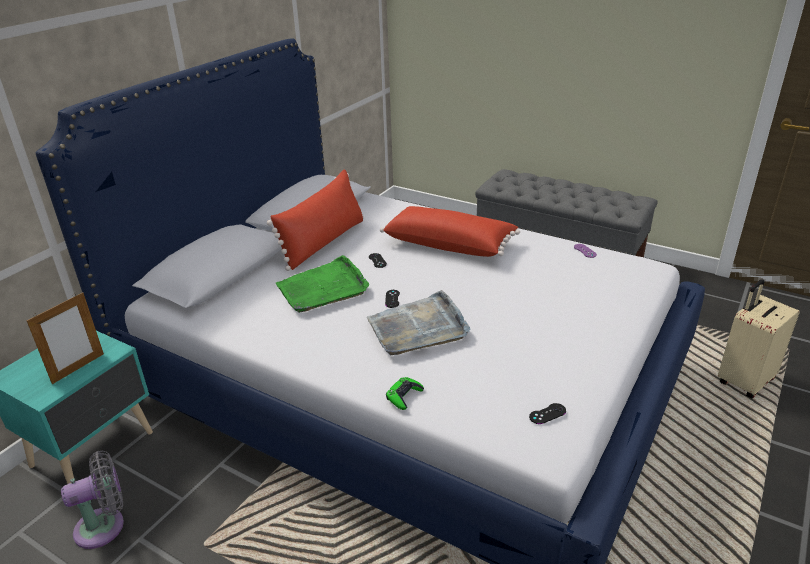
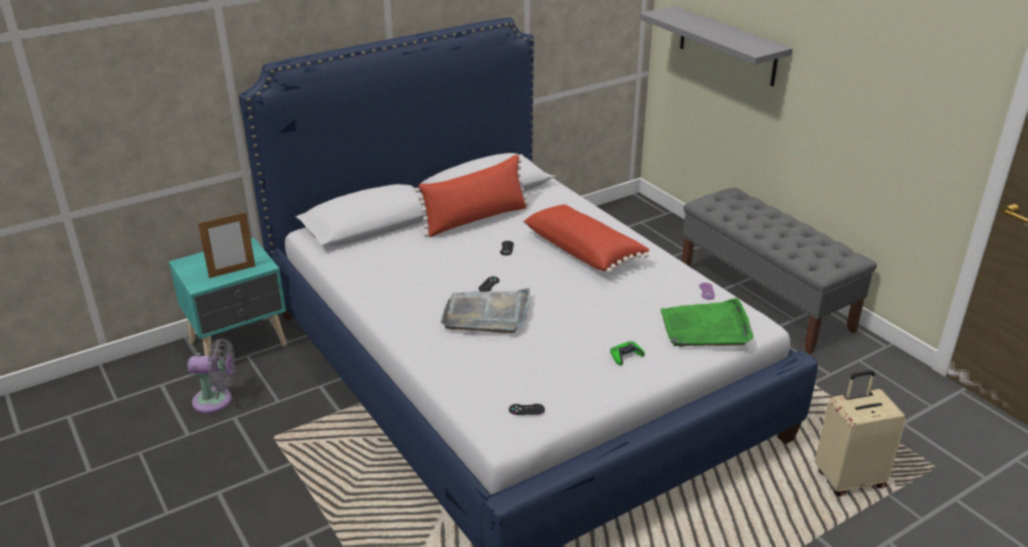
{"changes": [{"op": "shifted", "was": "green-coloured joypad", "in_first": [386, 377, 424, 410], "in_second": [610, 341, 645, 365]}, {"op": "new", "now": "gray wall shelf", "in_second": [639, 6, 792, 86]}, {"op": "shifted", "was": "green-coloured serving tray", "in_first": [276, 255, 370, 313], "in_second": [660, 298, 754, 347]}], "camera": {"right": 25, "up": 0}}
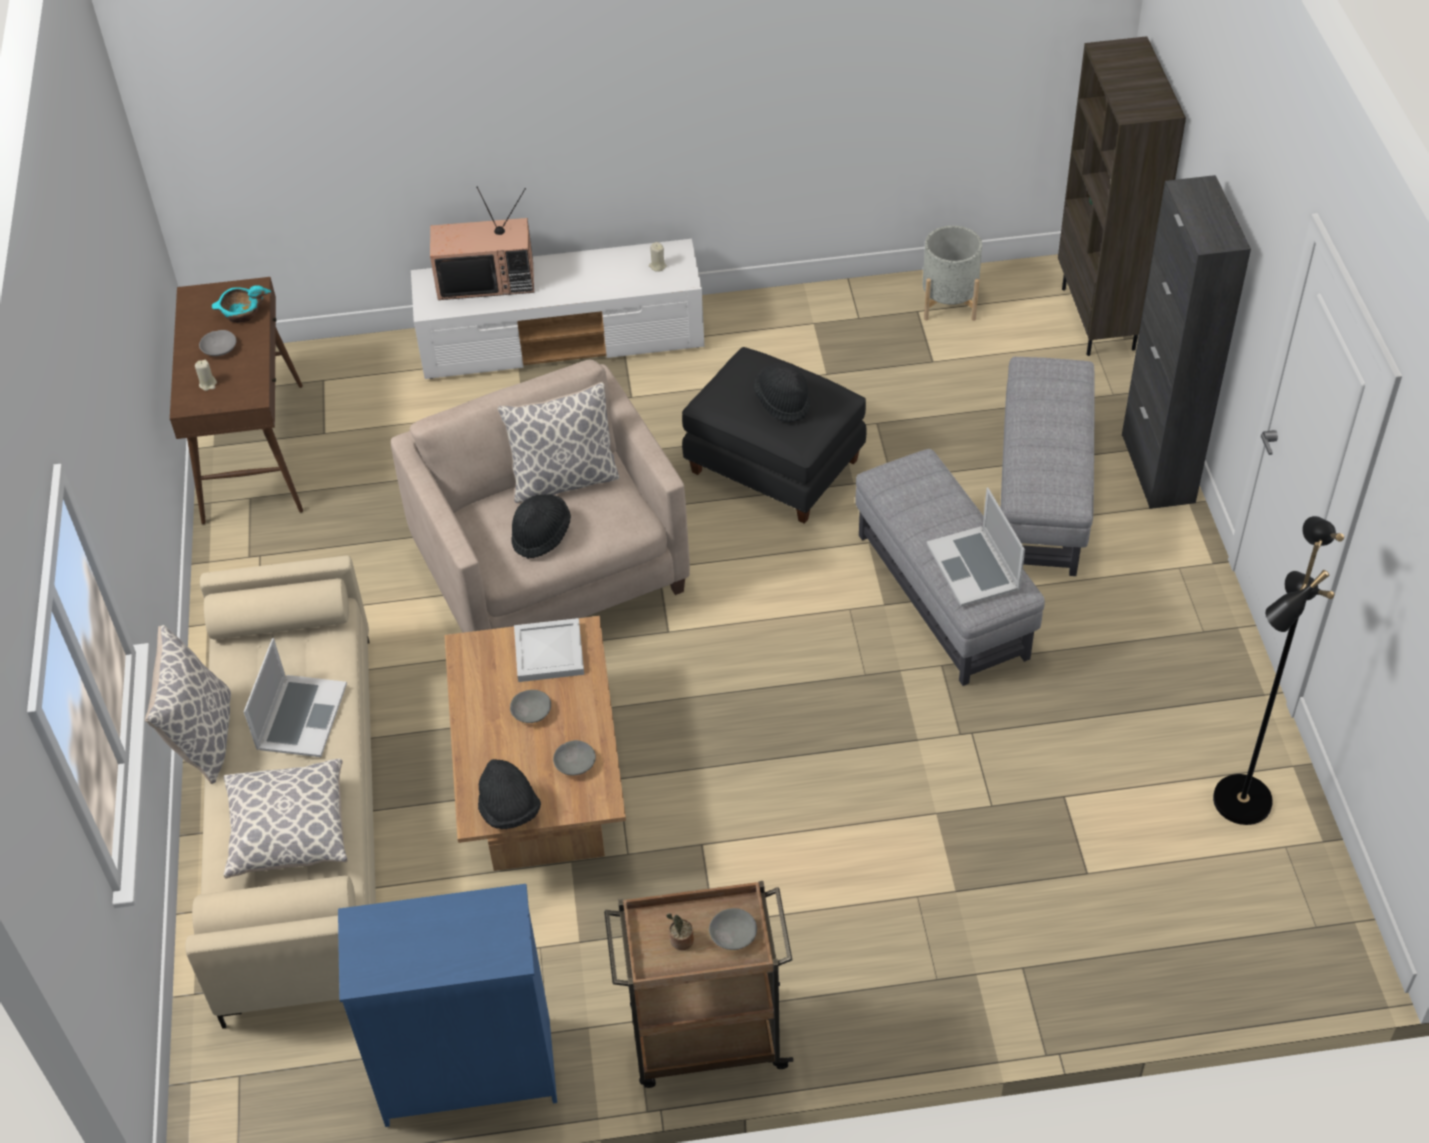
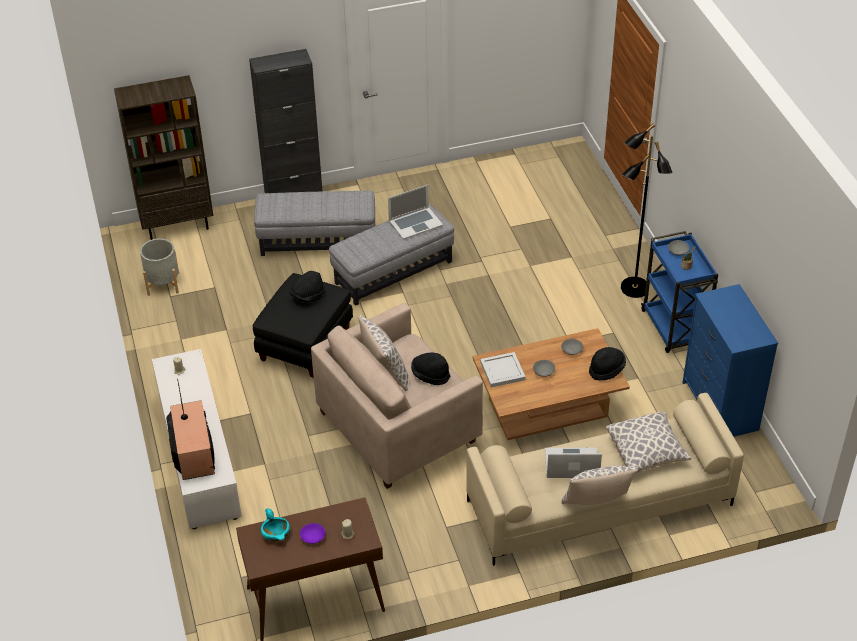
{"changes": [{"op": "repainted", "was": "gray serving bowl", "now": "purple serving bowl", "in_first": [199, 330, 237, 356], "in_second": [300, 523, 325, 544]}, {"op": "shifted", "was": "black standard lamp", "in_first": [1213, 516, 1344, 825], "in_second": [621, 124, 673, 298]}, {"op": "repainted", "was": "brown cart", "now": "bluish cart", "in_first": [604, 881, 793, 1088], "in_second": [641, 231, 718, 353]}], "camera": {"right": -100, "up": -5}}
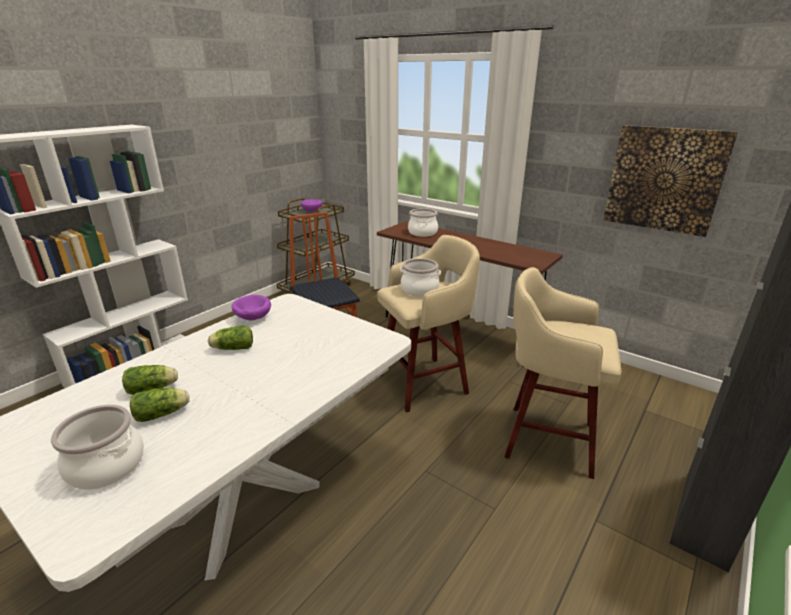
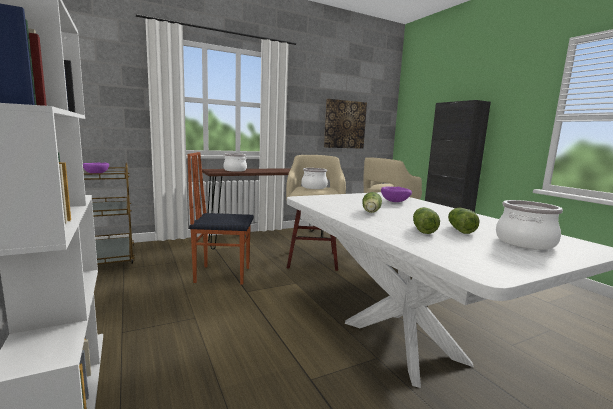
{"changes": [{"op": "shifted", "was": "purple serving bowl", "in_first": [231, 295, 271, 320], "in_second": [381, 187, 412, 202]}], "camera": {"right": -65, "up": -15}}
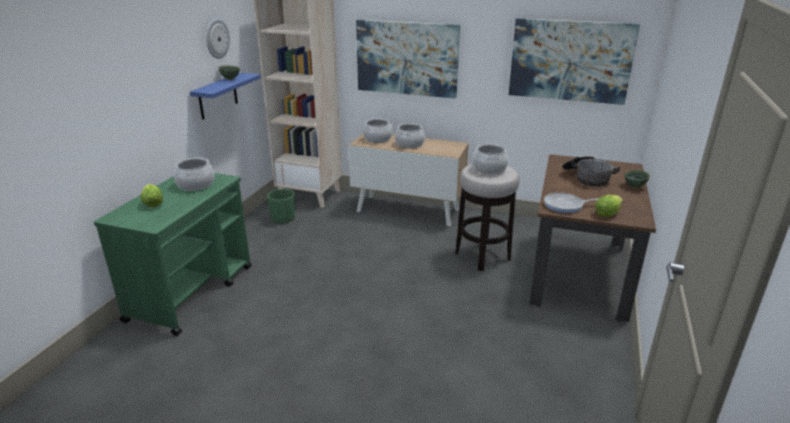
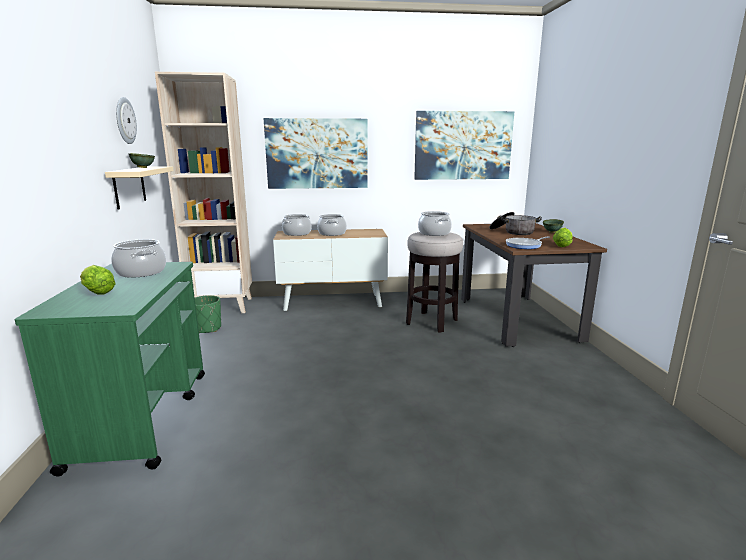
{"changes": [{"op": "repainted", "was": "bluish wall shelf", "now": "beige-coloured wall shelf", "in_first": [190, 73, 260, 119], "in_second": [105, 166, 174, 209]}], "camera": {"right": -25, "up": -10}}
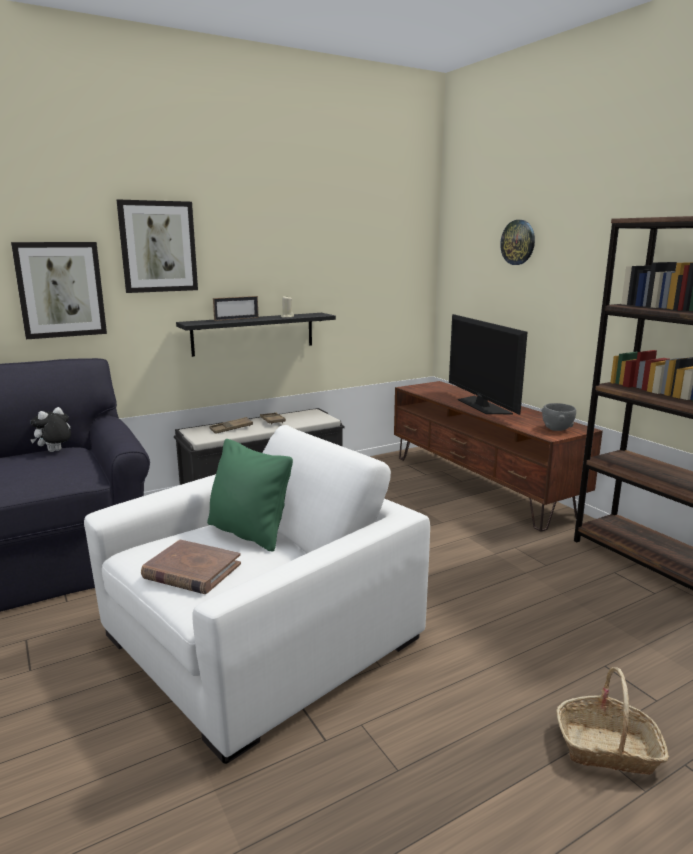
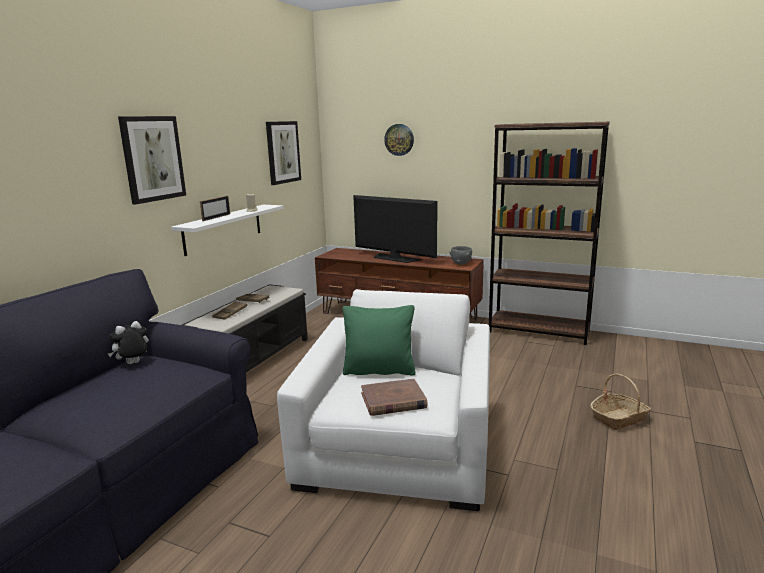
{"changes": [{"op": "rotated", "was": "cuddly toy", "in_first": [30, 407, 71, 452], "in_second": [108, 321, 149, 364], "clockwise": 45}, {"op": "repainted", "was": "black wall shelf", "now": "white wall shelf", "in_first": [176, 313, 336, 357], "in_second": [171, 205, 283, 256]}, {"op": "shifted", "was": "wall art", "in_first": [11, 242, 107, 339], "in_second": [266, 121, 301, 185]}], "camera": {"right": -35, "up": 0}}
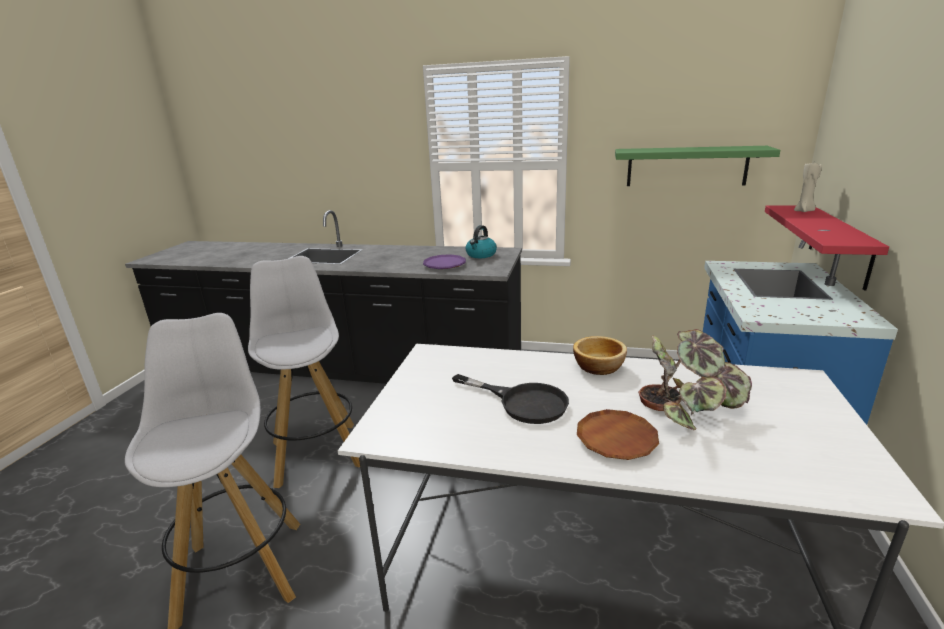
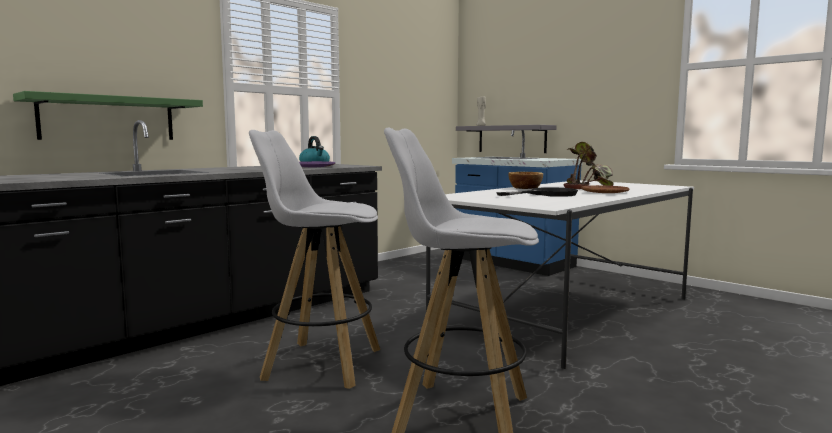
{"changes": [{"op": "shifted", "was": "green-coloured wall shelf", "in_first": [615, 146, 780, 186], "in_second": [13, 91, 203, 140]}, {"op": "repainted", "was": "reddish wall shelf", "now": "gray wall shelf", "in_first": [765, 206, 889, 291], "in_second": [456, 125, 556, 153]}], "camera": {"right": -60, "up": -15}}
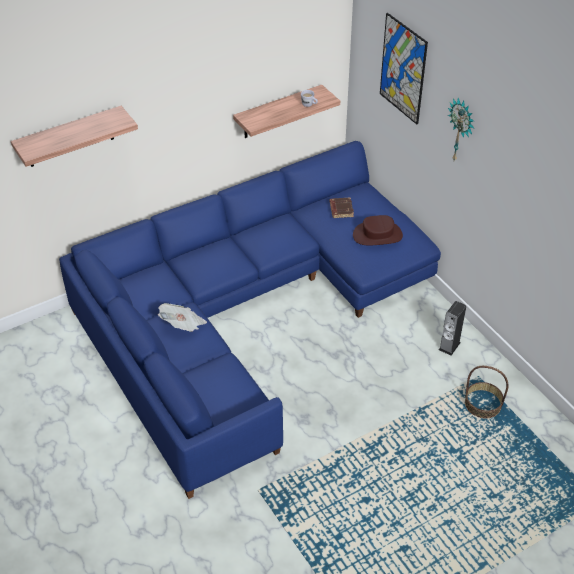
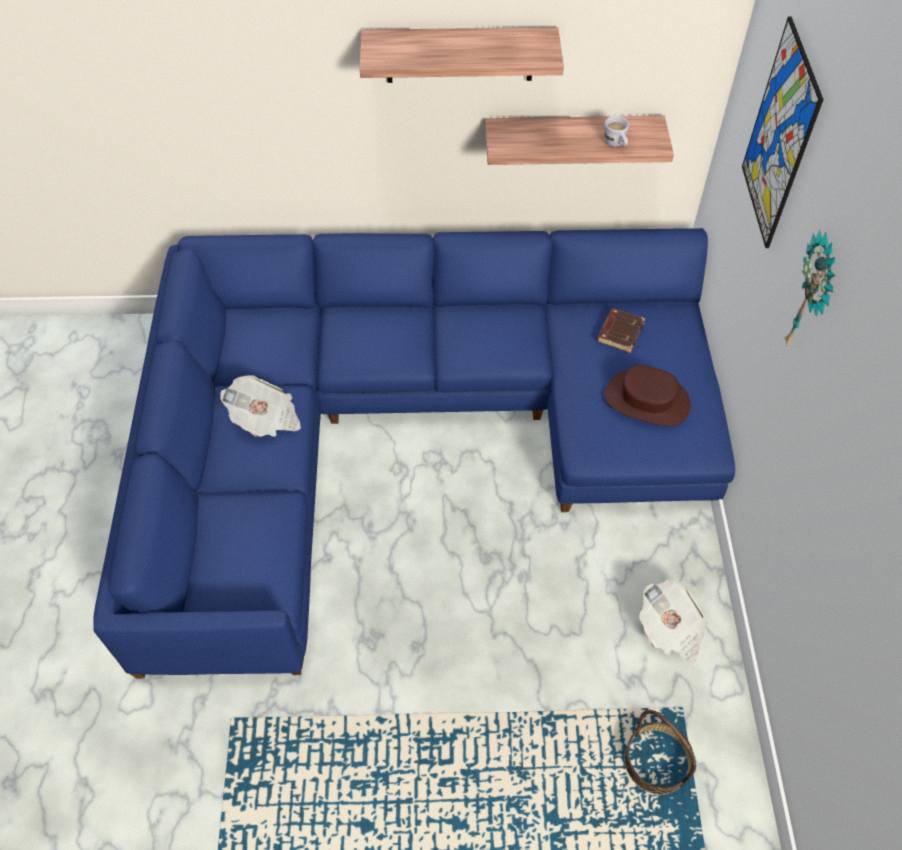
{"changes": [{"op": "shifted", "was": "wall shelf", "in_first": [11, 106, 138, 167], "in_second": [360, 27, 564, 83]}, {"op": "swapped", "was": "audio speaker", "now": "newspaper", "in_first": [439, 301, 466, 356], "in_second": [639, 579, 708, 663]}], "camera": {"right": 30, "up": 10}}
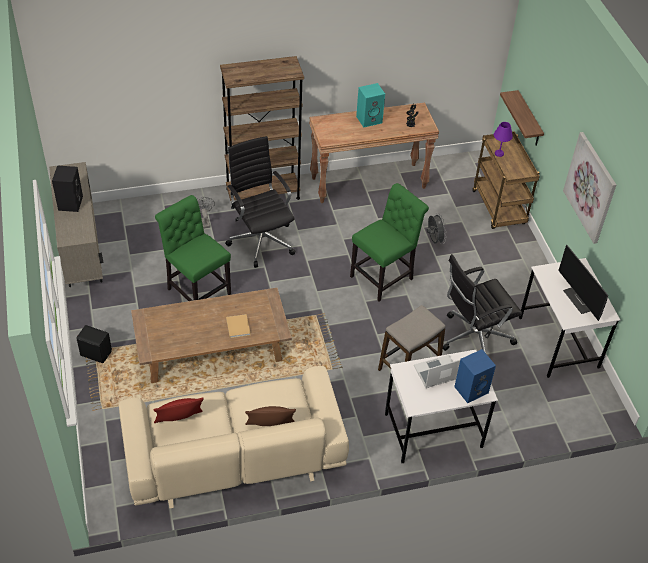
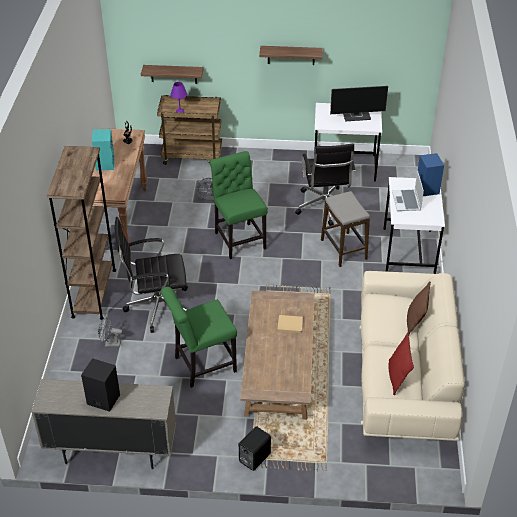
{"changes": [{"op": "swapped", "was": "wall art", "now": "wall shelf", "in_first": [563, 132, 616, 244], "in_second": [259, 46, 323, 65]}], "camera": {"right": -70, "up": -5}}
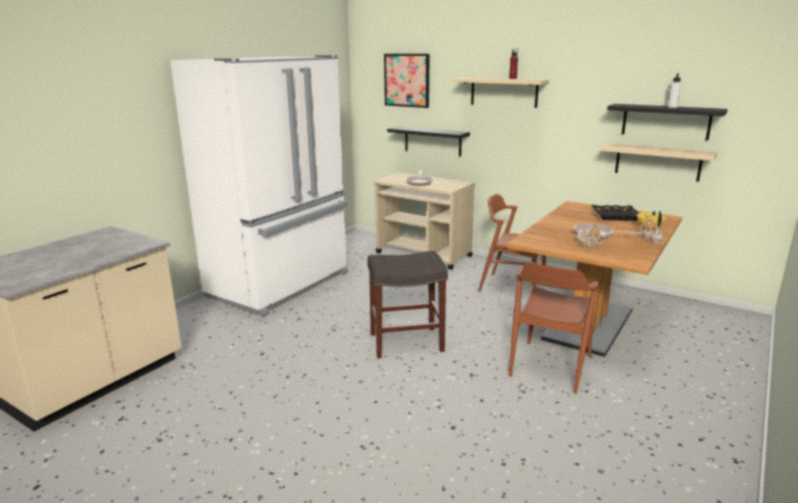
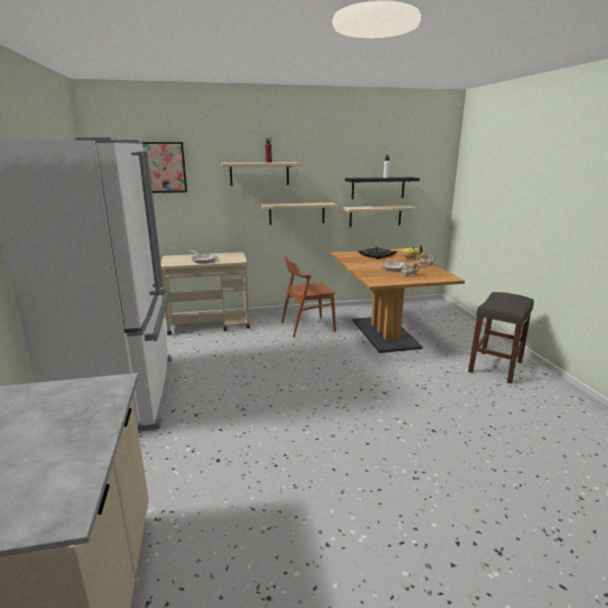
{"changes": [{"op": "new", "now": "beige-coloured wall shelf", "in_second": [261, 202, 337, 225]}, {"op": "shifted", "was": "gray stool", "in_first": [367, 251, 448, 358], "in_second": [468, 292, 534, 384]}, {"op": "gone", "was": "black wall shelf", "in_first": [387, 126, 470, 156]}, {"op": "gone", "was": "brown upright chair", "in_first": [509, 262, 599, 393]}], "camera": {"right": -45, "up": 0}}
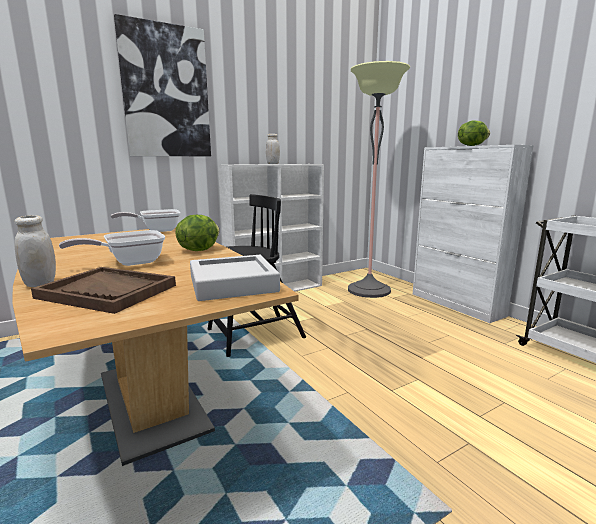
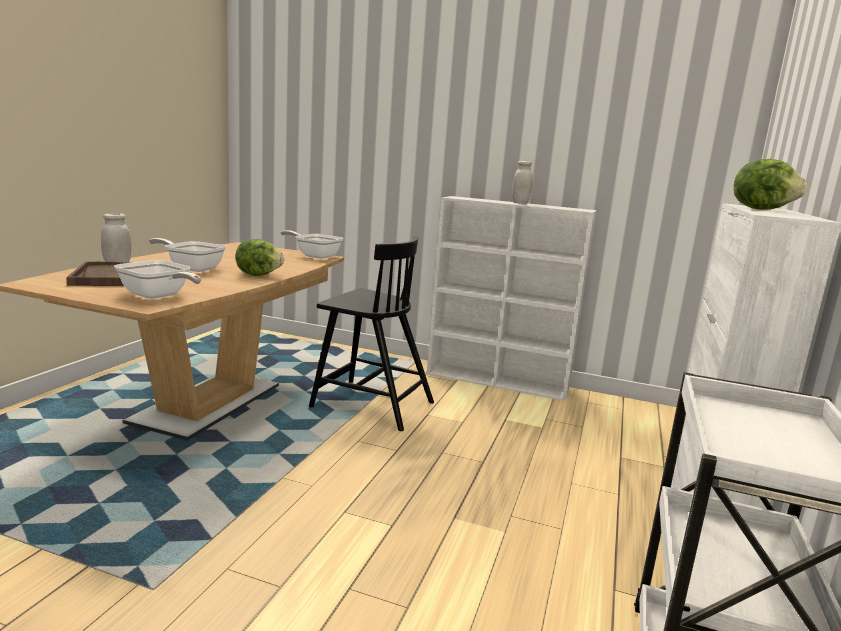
{"changes": [{"op": "swapped", "was": "gray serving tray", "now": "frying pan", "in_first": [190, 255, 280, 301], "in_second": [114, 260, 201, 299]}, {"op": "gone", "was": "wall art", "in_first": [114, 14, 211, 156]}, {"op": "gone", "was": "standard lamp", "in_first": [348, 61, 410, 298]}], "camera": {"right": 50, "up": 0}}
